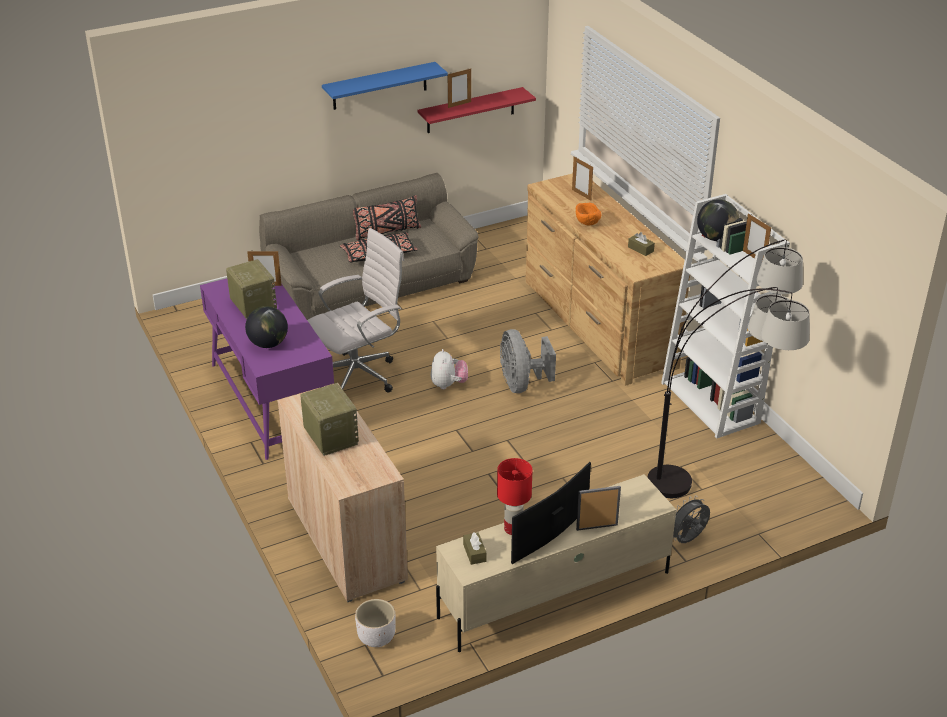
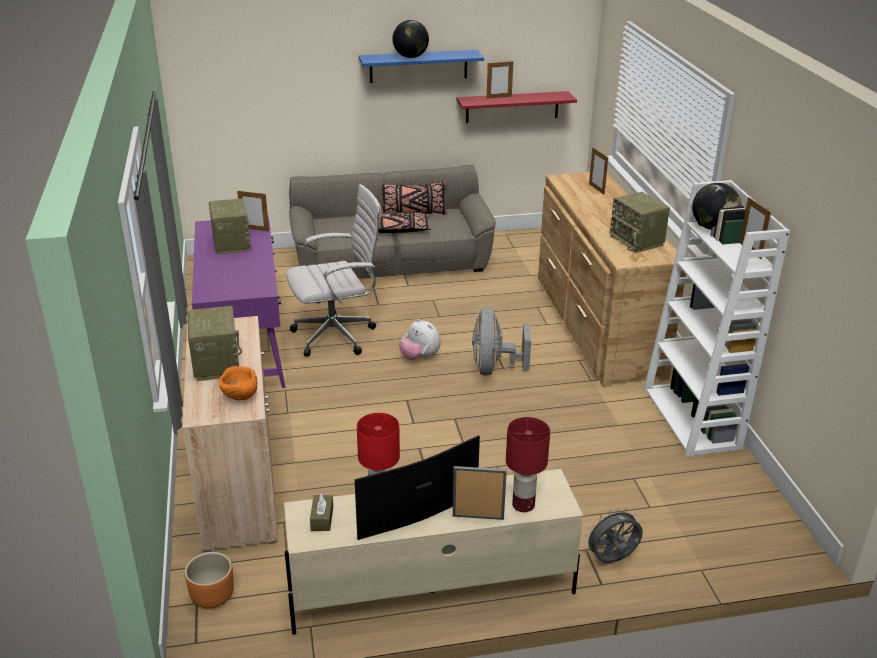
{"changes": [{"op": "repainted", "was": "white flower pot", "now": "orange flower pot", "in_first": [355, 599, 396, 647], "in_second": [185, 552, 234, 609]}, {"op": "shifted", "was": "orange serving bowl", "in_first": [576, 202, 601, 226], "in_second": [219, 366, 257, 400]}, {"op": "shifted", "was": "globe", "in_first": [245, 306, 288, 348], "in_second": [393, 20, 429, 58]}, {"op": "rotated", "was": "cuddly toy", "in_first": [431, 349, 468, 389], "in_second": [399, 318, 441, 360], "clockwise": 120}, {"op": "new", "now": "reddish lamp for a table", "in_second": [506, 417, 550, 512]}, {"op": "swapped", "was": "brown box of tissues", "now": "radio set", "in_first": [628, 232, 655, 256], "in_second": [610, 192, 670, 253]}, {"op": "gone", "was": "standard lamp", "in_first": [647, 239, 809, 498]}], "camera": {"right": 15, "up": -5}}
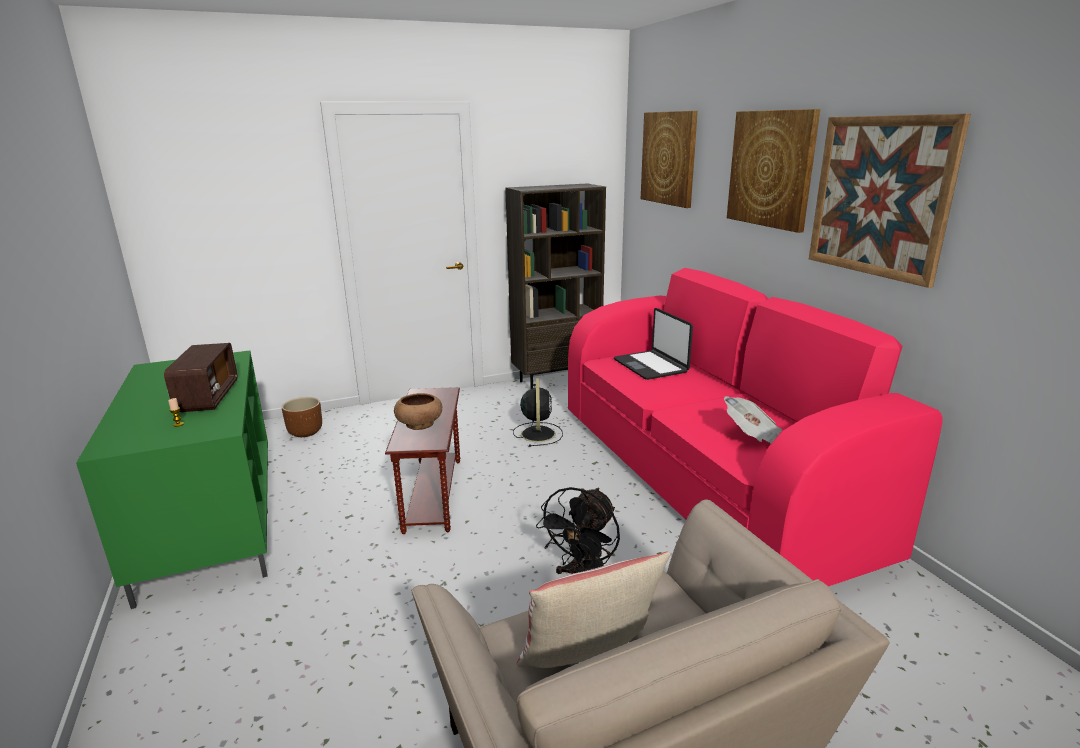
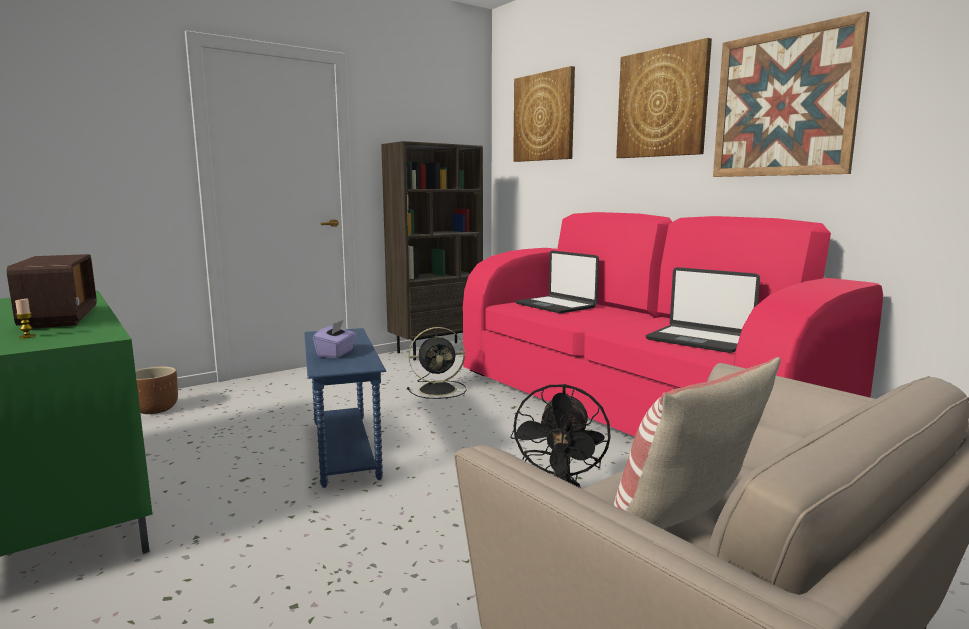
{"changes": [{"op": "repainted", "was": "brown side table", "now": "bluish side table", "in_first": [385, 387, 460, 534], "in_second": [304, 328, 386, 488]}, {"op": "swapped", "was": "brown serving bowl", "now": "purple box of tissues", "in_first": [394, 393, 442, 430], "in_second": [313, 320, 356, 358]}, {"op": "rotated", "was": "black electric fan", "in_first": [513, 378, 563, 447], "in_second": [407, 327, 466, 399], "clockwise": 90}, {"op": "swapped", "was": "newspaper", "now": "portable computer", "in_first": [724, 396, 782, 443], "in_second": [646, 267, 760, 353]}], "camera": {"right": -15, "up": -10}}
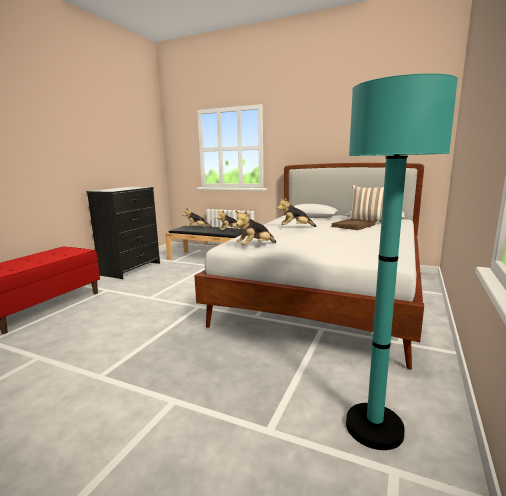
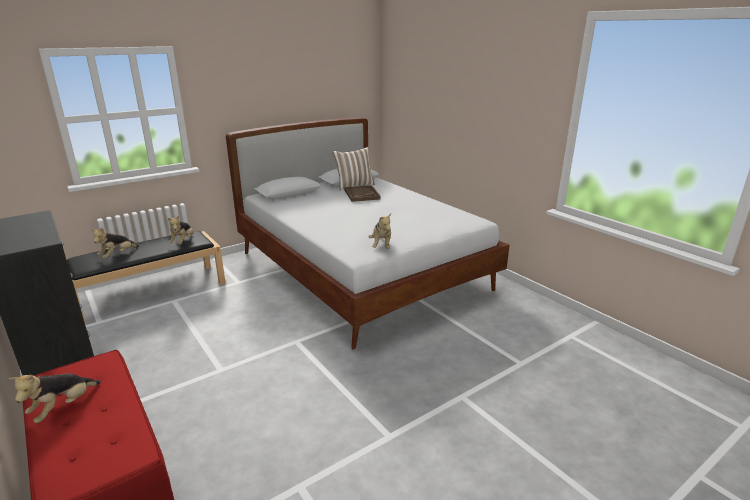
{"changes": [{"op": "shifted", "was": "cuddly toy", "in_first": [278, 198, 317, 227], "in_second": [8, 373, 101, 423]}, {"op": "gone", "was": "turquoise standard lamp", "in_first": [346, 73, 458, 450]}], "camera": {"right": -60, "up": 10}}
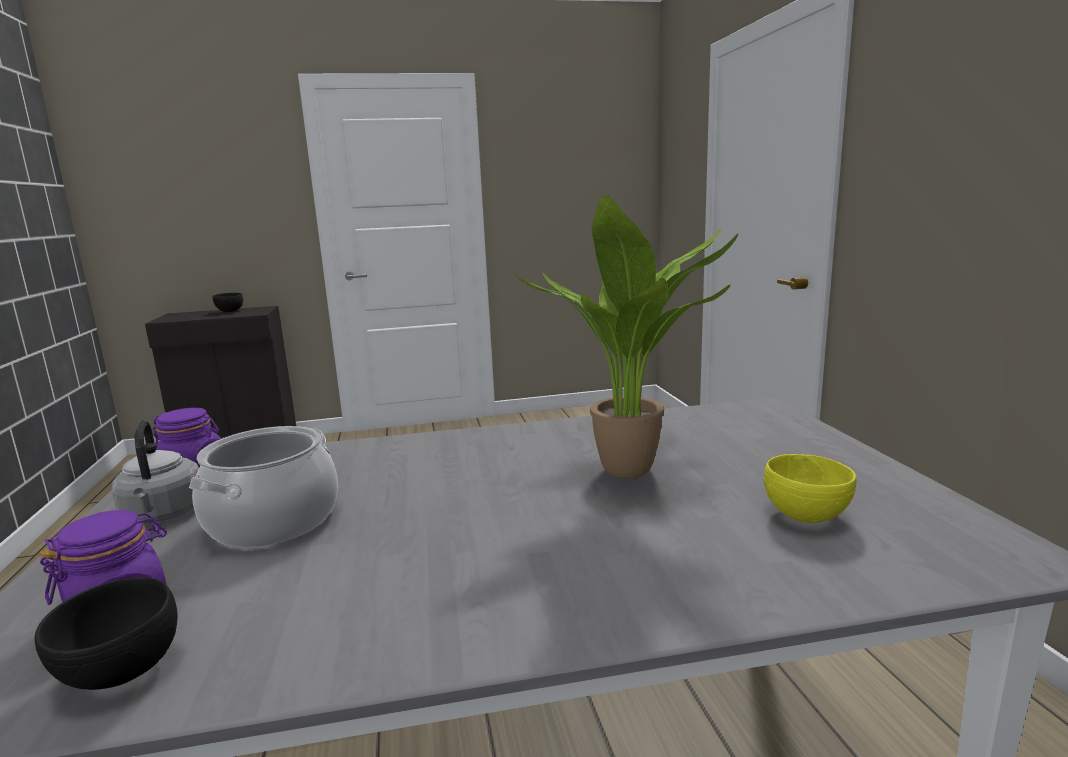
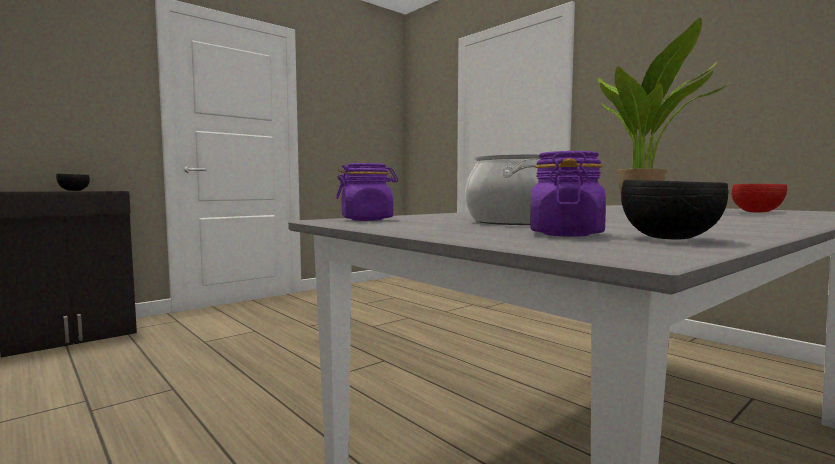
{"changes": [{"op": "repainted", "was": "yellow serving bowl", "now": "reddish serving bowl", "in_first": [764, 454, 856, 523], "in_second": [732, 184, 787, 213]}, {"op": "gone", "was": "gray kettle", "in_first": [112, 420, 199, 524]}], "camera": {"right": -30, "up": -10}}
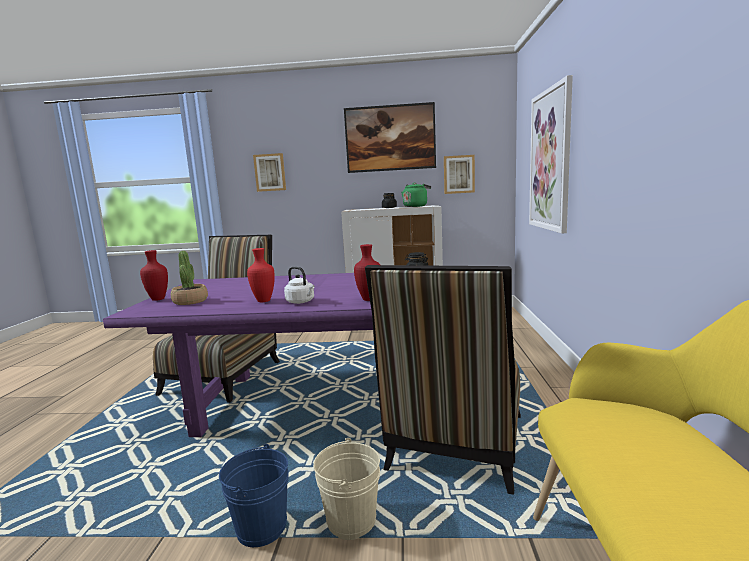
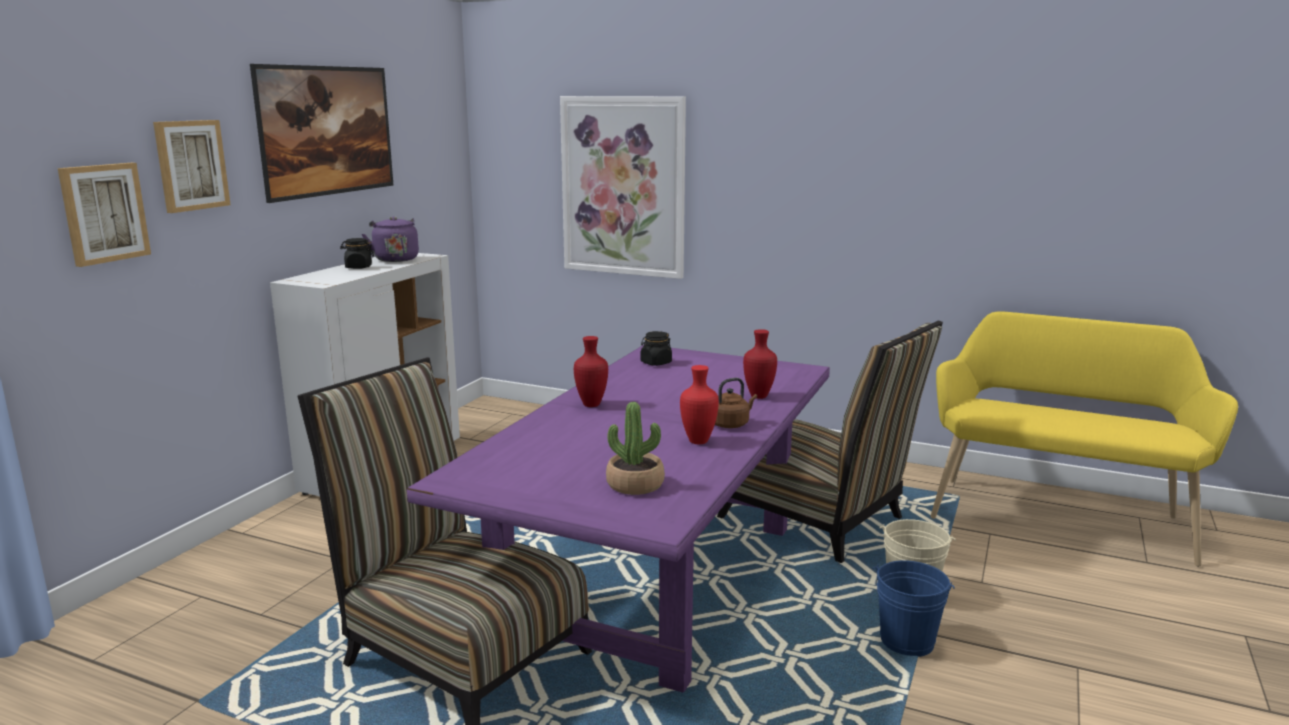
{"changes": [{"op": "shifted", "was": "wall art", "in_first": [444, 155, 475, 194], "in_second": [153, 120, 231, 213]}, {"op": "repainted", "was": "green-coloured kettle", "now": "purple kettle", "in_first": [401, 183, 431, 207], "in_second": [362, 216, 419, 262]}, {"op": "shifted", "was": "reddish flower vase", "in_first": [140, 250, 168, 301], "in_second": [574, 336, 608, 407]}, {"op": "repainted", "was": "white kettle", "now": "brown kettle", "in_first": [284, 266, 314, 304], "in_second": [715, 378, 757, 428]}], "camera": {"right": -70, "up": 5}}
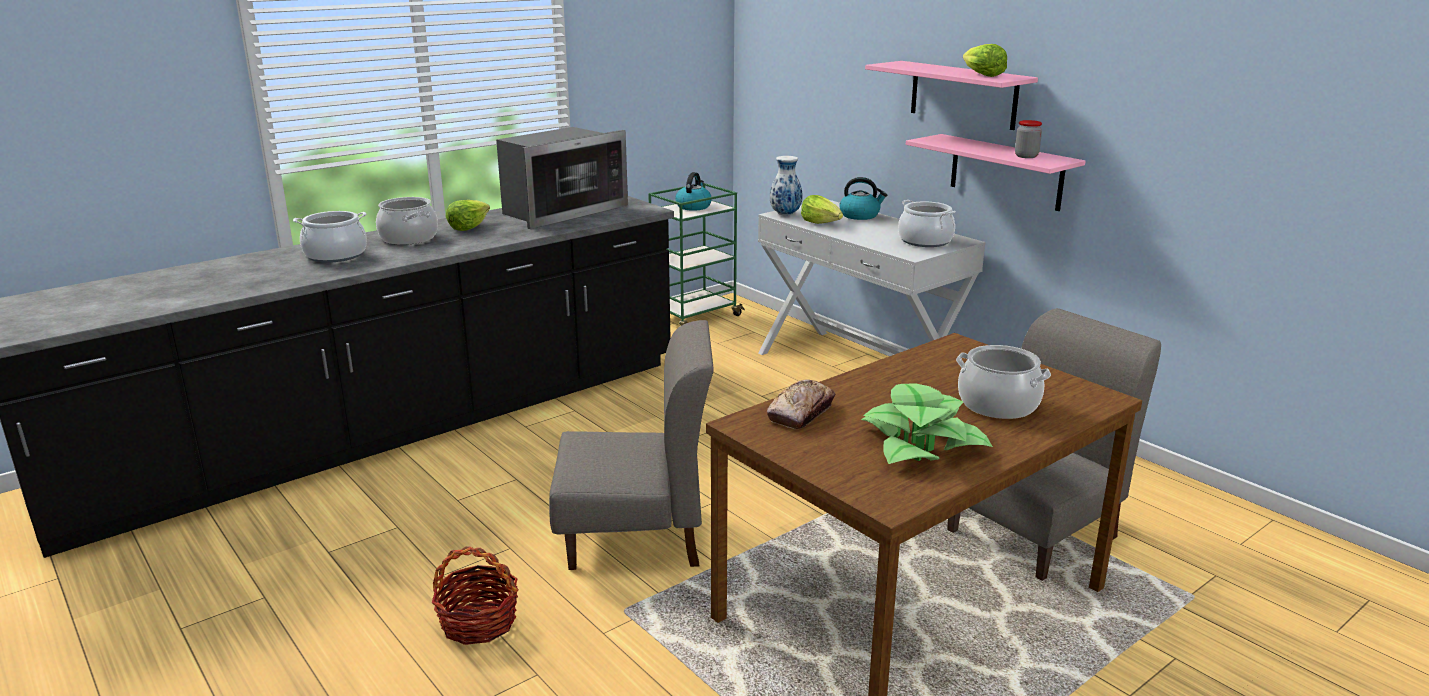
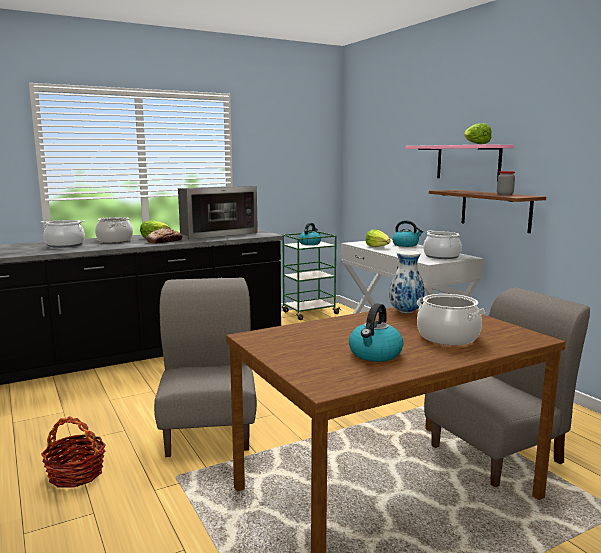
{"changes": [{"op": "shifted", "was": "bakery bread", "in_first": [767, 379, 835, 429], "in_second": [146, 228, 183, 244]}, {"op": "rotated", "was": "gray upright chair", "in_first": [549, 320, 714, 570], "in_second": [154, 277, 257, 457], "clockwise": -105}, {"op": "swapped", "was": "houseplant", "now": "kettle", "in_first": [861, 383, 993, 464], "in_second": [349, 303, 404, 362]}, {"op": "shifted", "was": "flower vase", "in_first": [770, 156, 803, 216], "in_second": [389, 251, 425, 313]}, {"op": "repainted", "was": "pink-coloured wall shelf", "now": "brown wall shelf", "in_first": [906, 134, 1085, 211], "in_second": [429, 190, 546, 233]}], "camera": {"right": 10, "up": -10}}
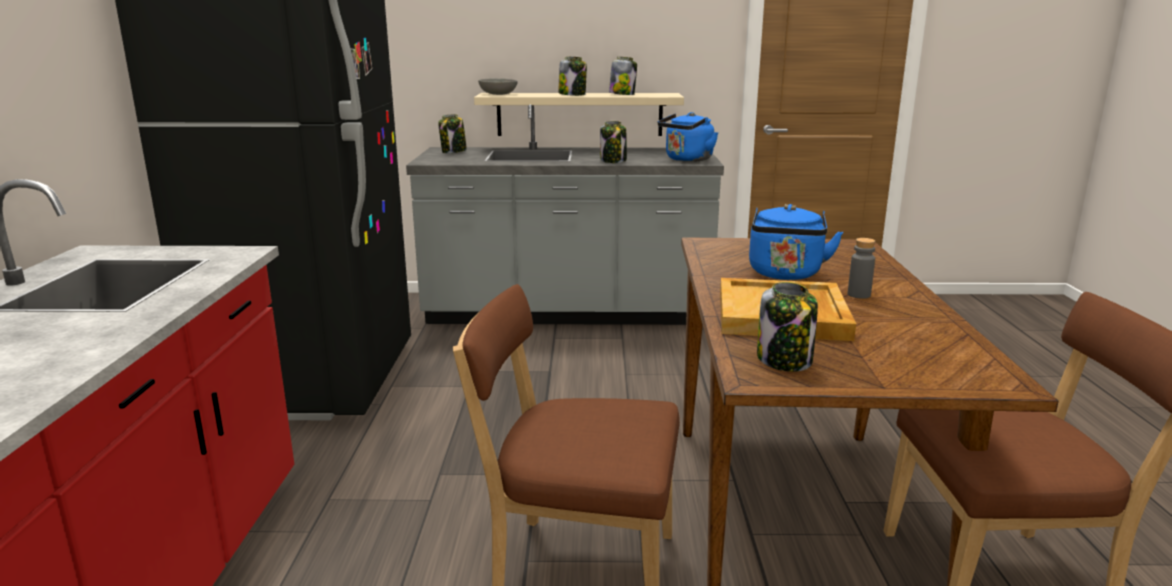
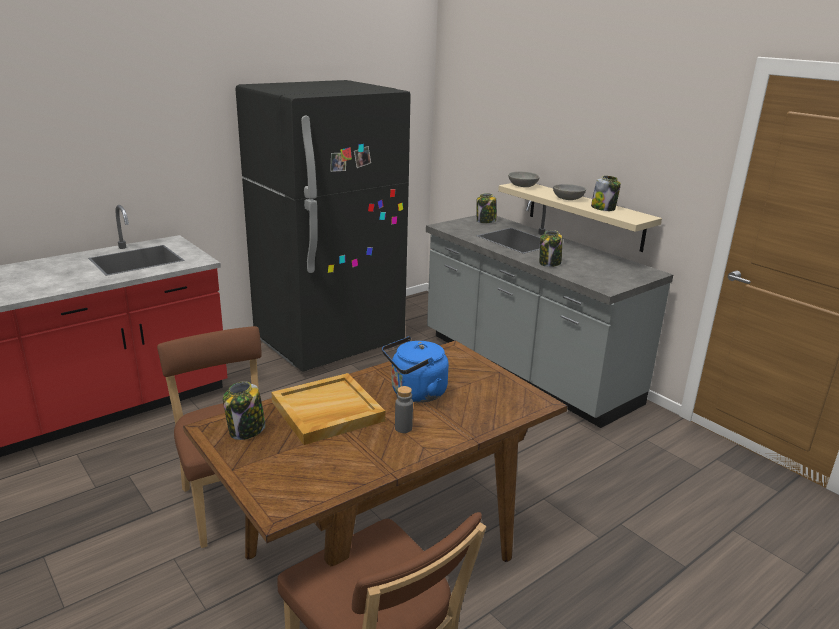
{"changes": [{"op": "swapped", "was": "storage jar", "now": "gray serving bowl", "in_first": [559, 57, 587, 96], "in_second": [553, 184, 586, 200]}, {"op": "gone", "was": "bluish kettle", "in_first": [658, 112, 718, 162]}], "camera": {"right": 50, "up": 5}}
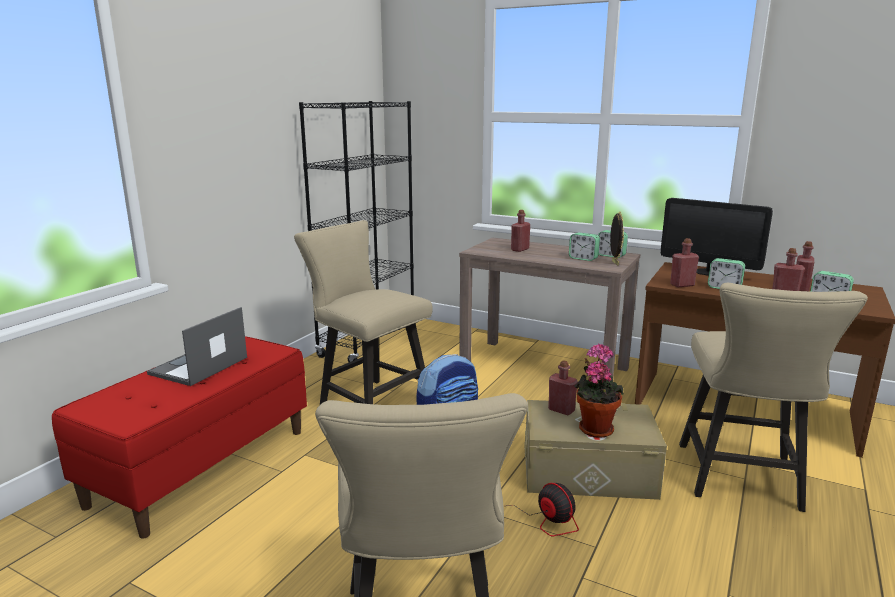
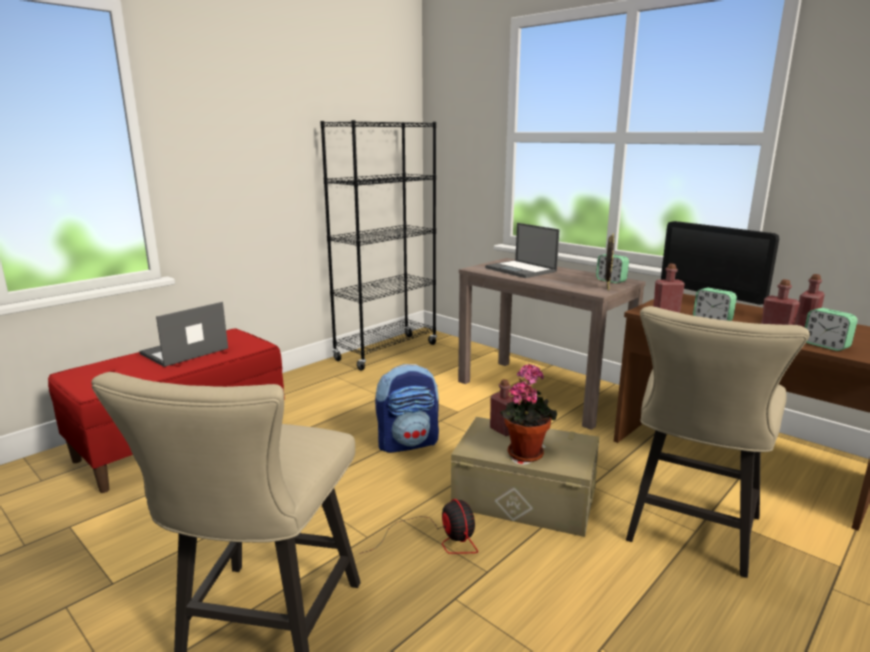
{"changes": [{"op": "swapped", "was": "reddish beverage bottle", "now": "portable computer", "in_first": [511, 210, 530, 252], "in_second": [485, 223, 559, 278]}, {"op": "gone", "was": "beige-coloured upright chair", "in_first": [294, 220, 432, 404]}, {"op": "gone", "was": "bedside clock", "in_first": [569, 233, 600, 261]}], "camera": {"right": 15, "up": 0}}
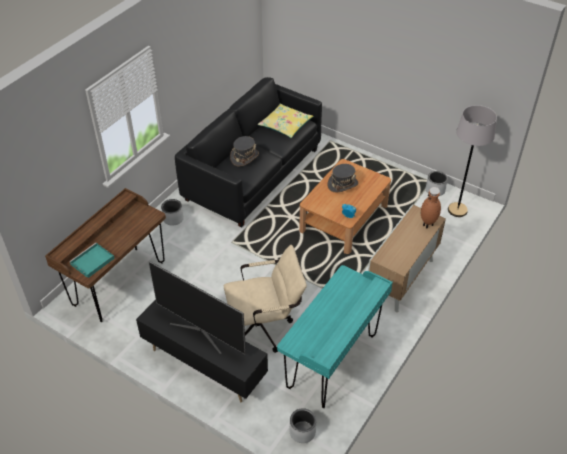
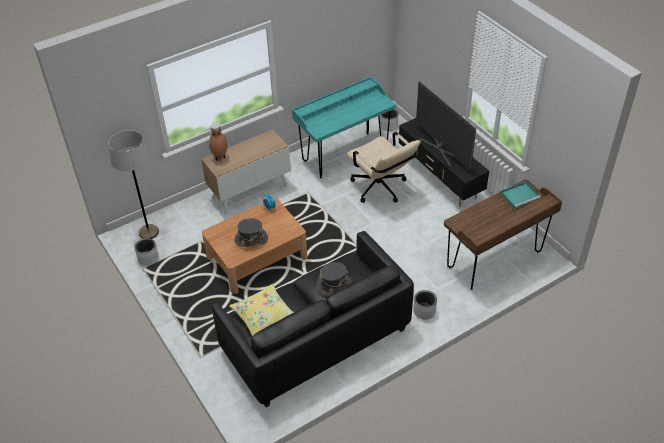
{"changes": [{"op": "rotated", "was": "beige-coloured desk chair", "in_first": [224, 245, 307, 353], "in_second": [347, 132, 421, 203], "clockwise": -135}], "camera": {"right": -155, "up": 0}}
